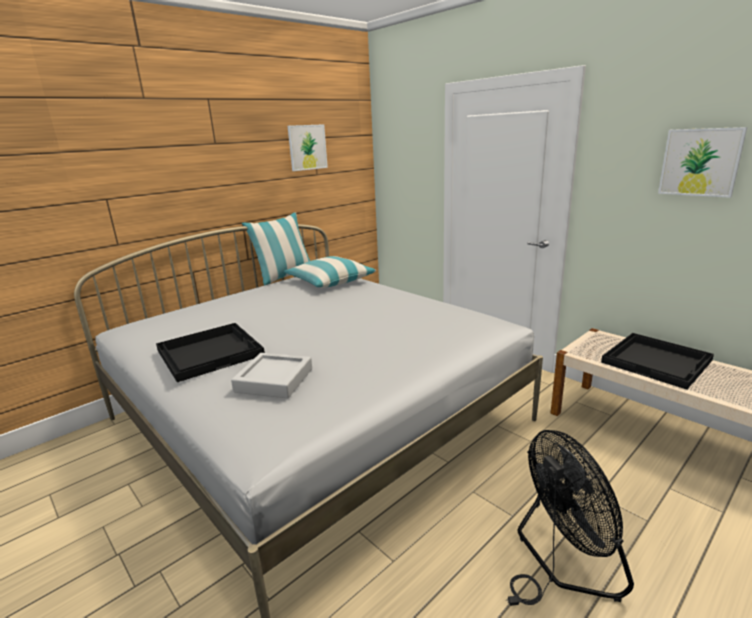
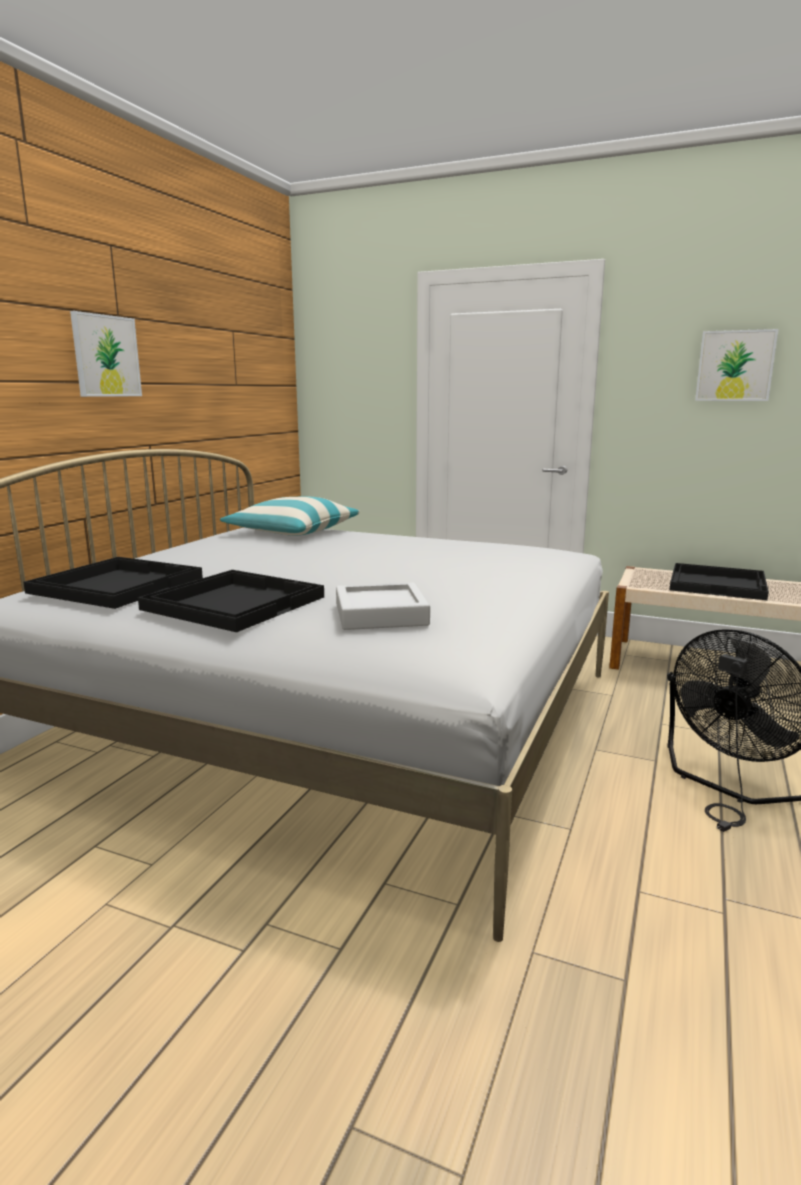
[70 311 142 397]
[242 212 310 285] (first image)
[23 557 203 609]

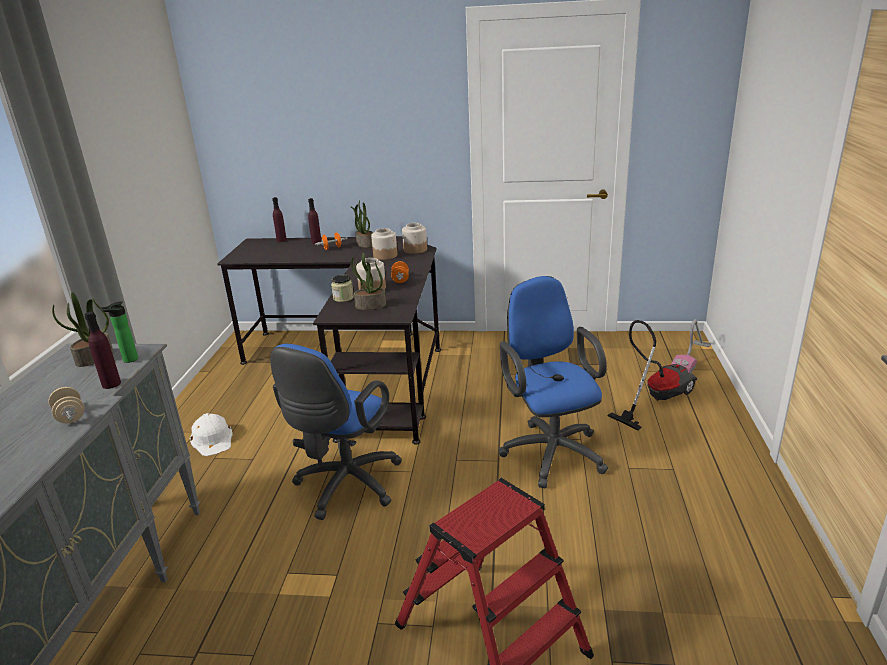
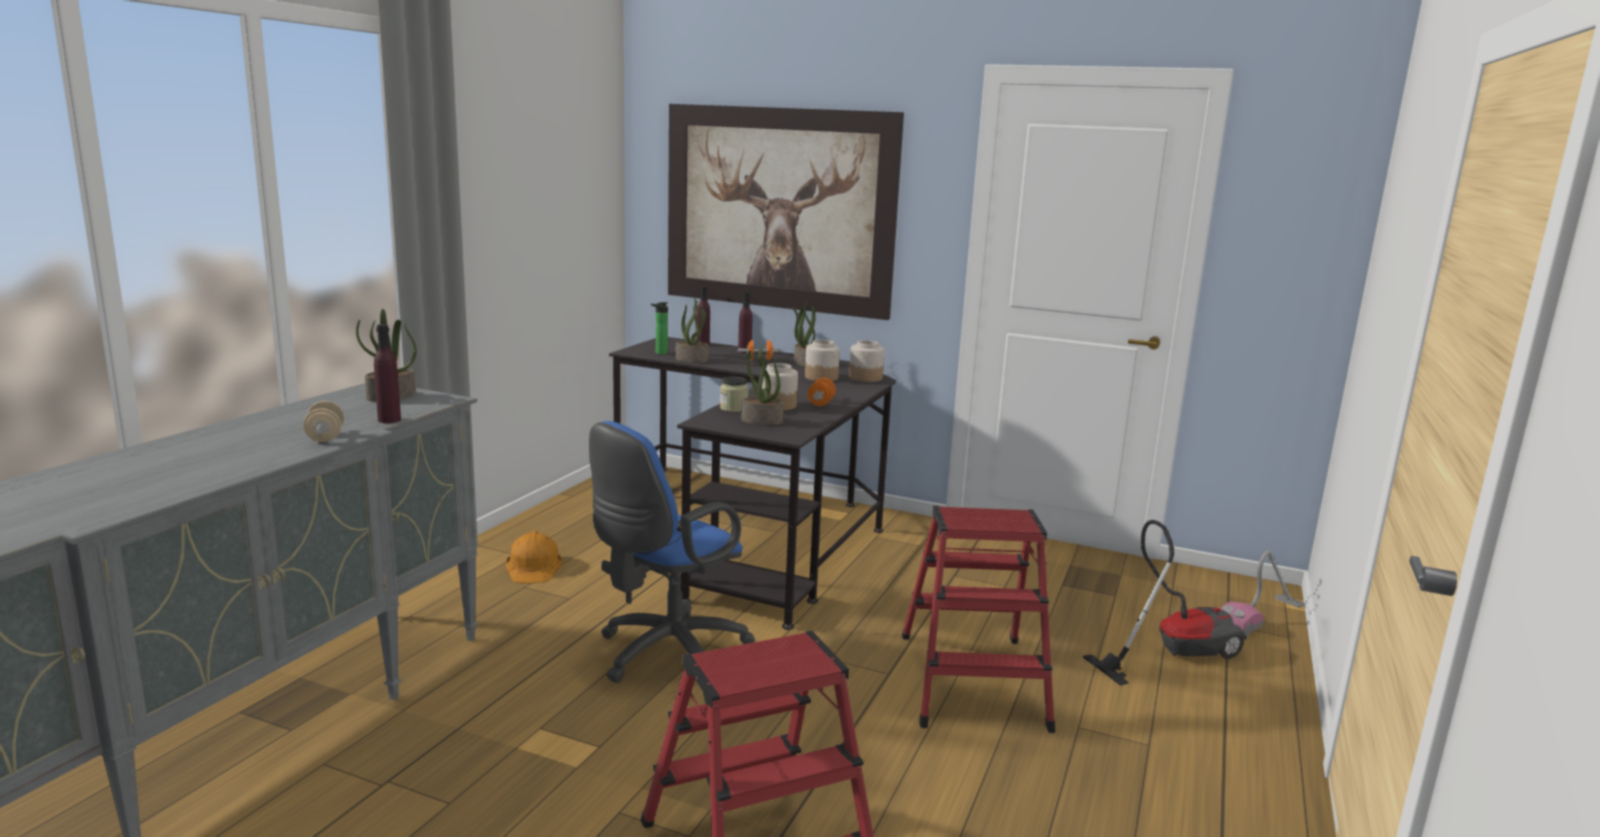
[902 506 1055 733]
[651 302 668 355]
[506 531 562 583]
[668 104 904 320]
[676 298 709 363]

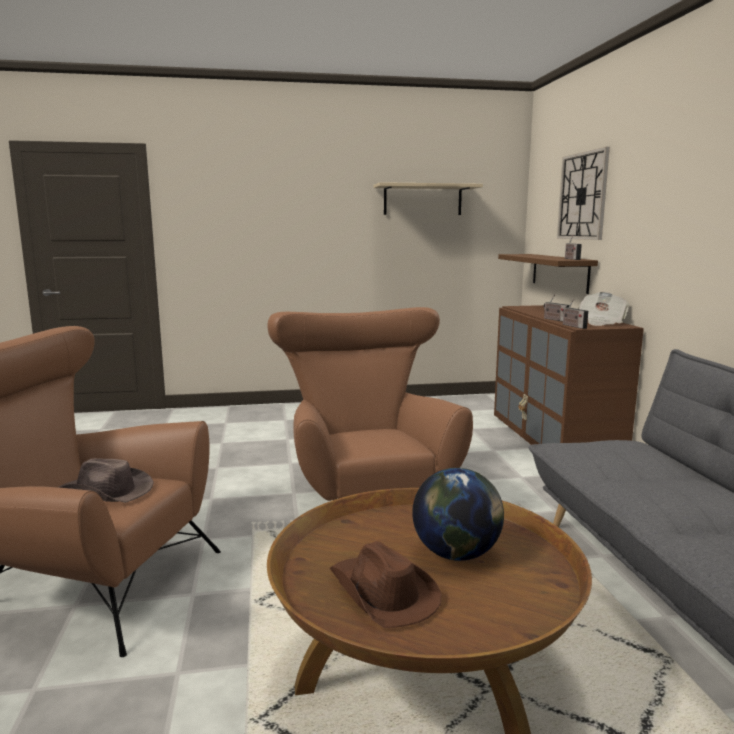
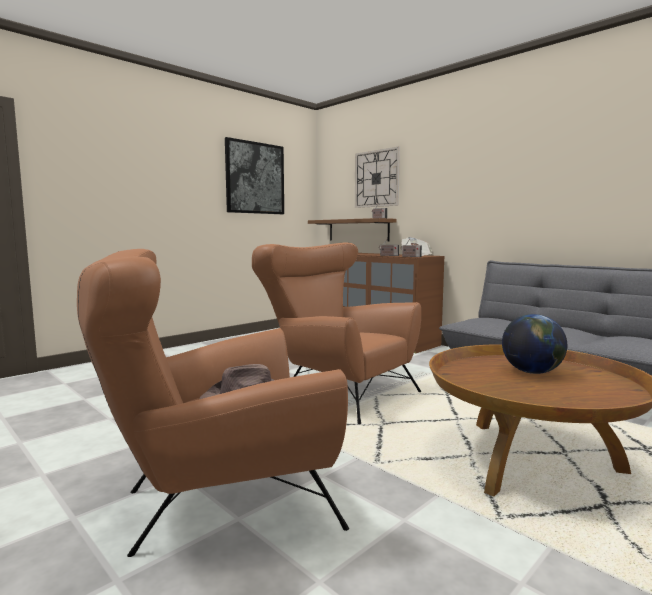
[225 137 284 214]
[330 541 441 628] (first image)

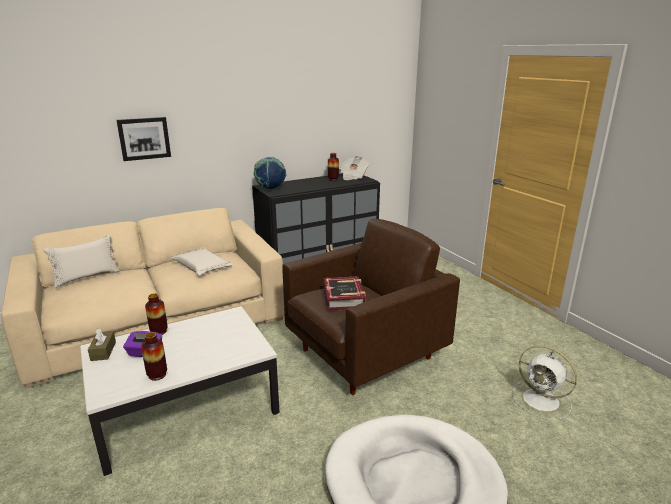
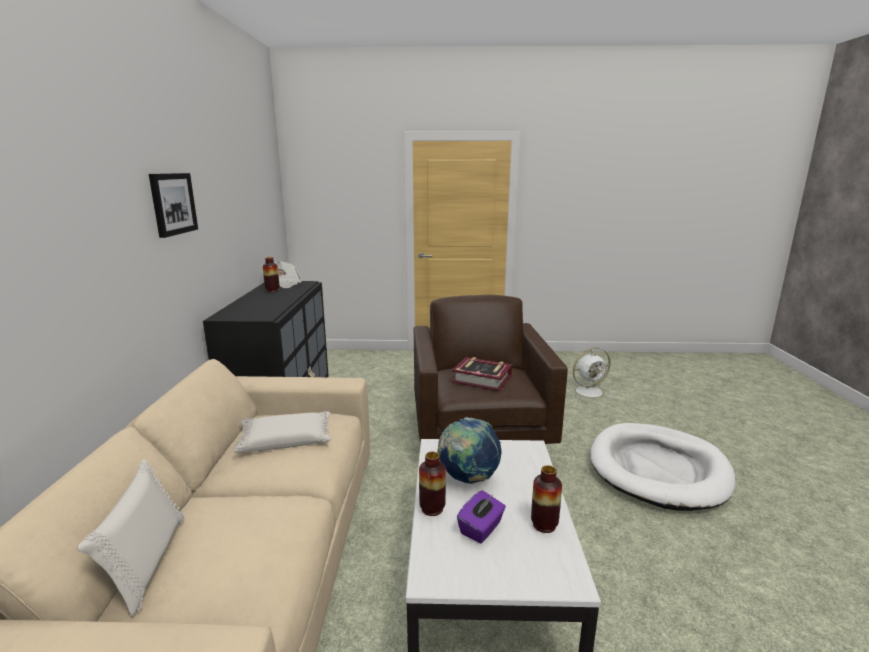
[149 173 198 238]
[437 417 502 484]
[88 329 116 361] (first image)

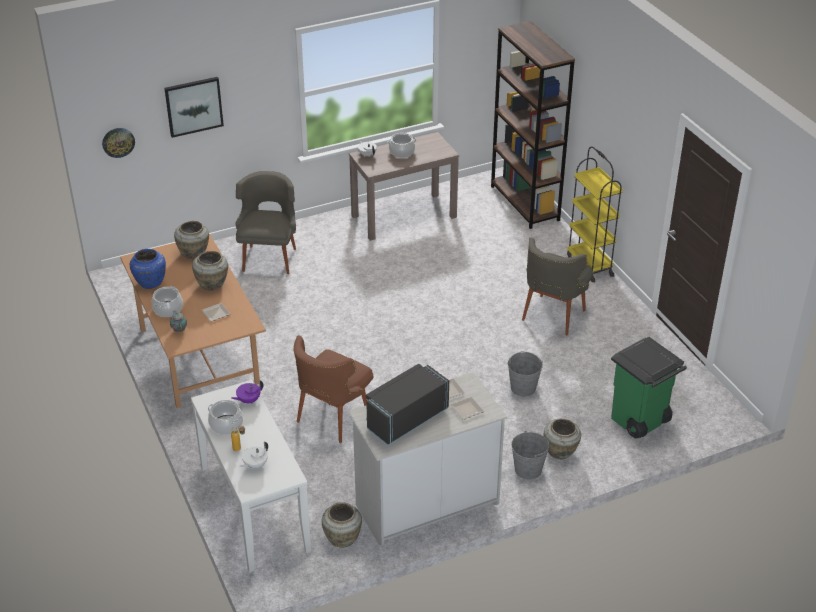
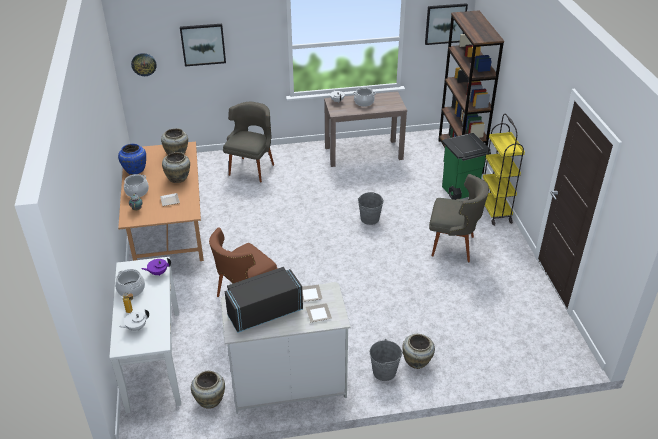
[429 174 489 262]
[442 133 491 200]
[358 192 384 225]
[425 3 468 45]

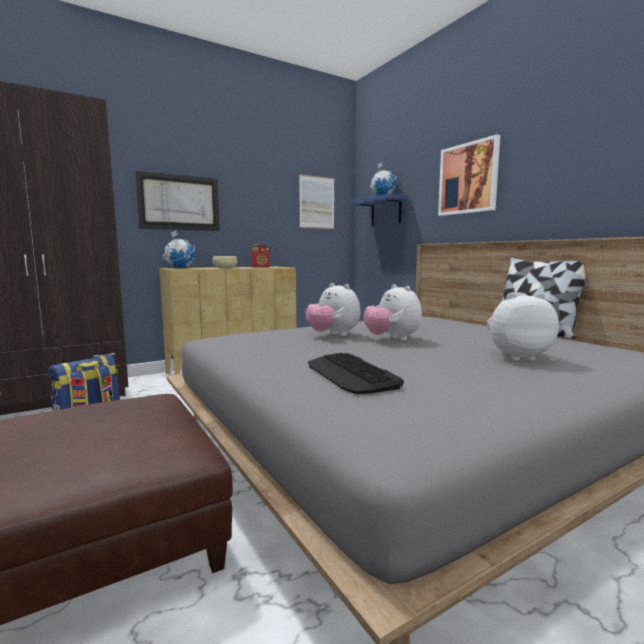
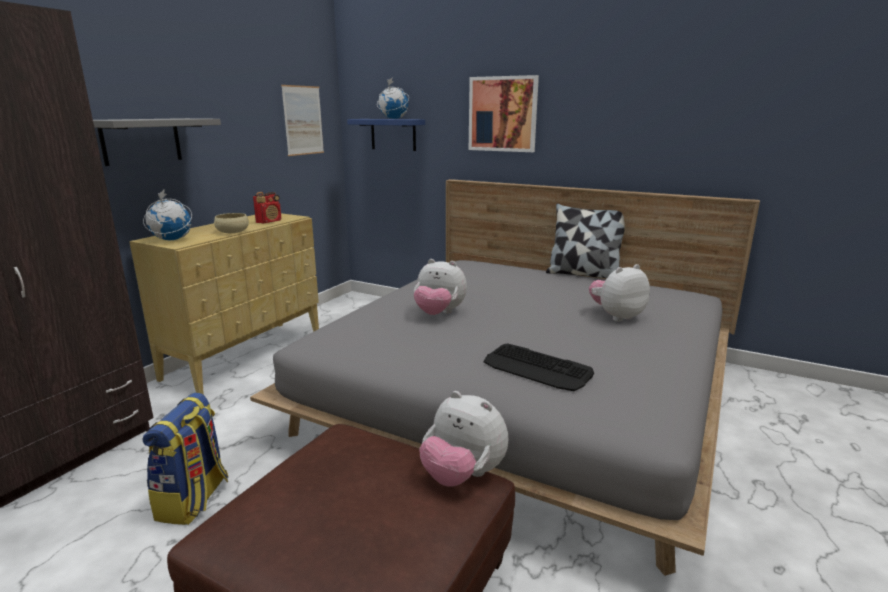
[93 118 221 166]
[420 391 508 487]

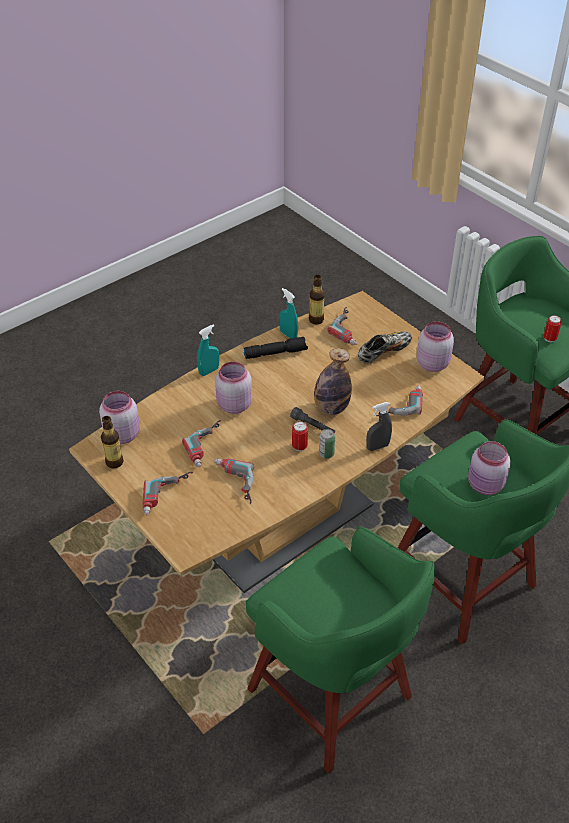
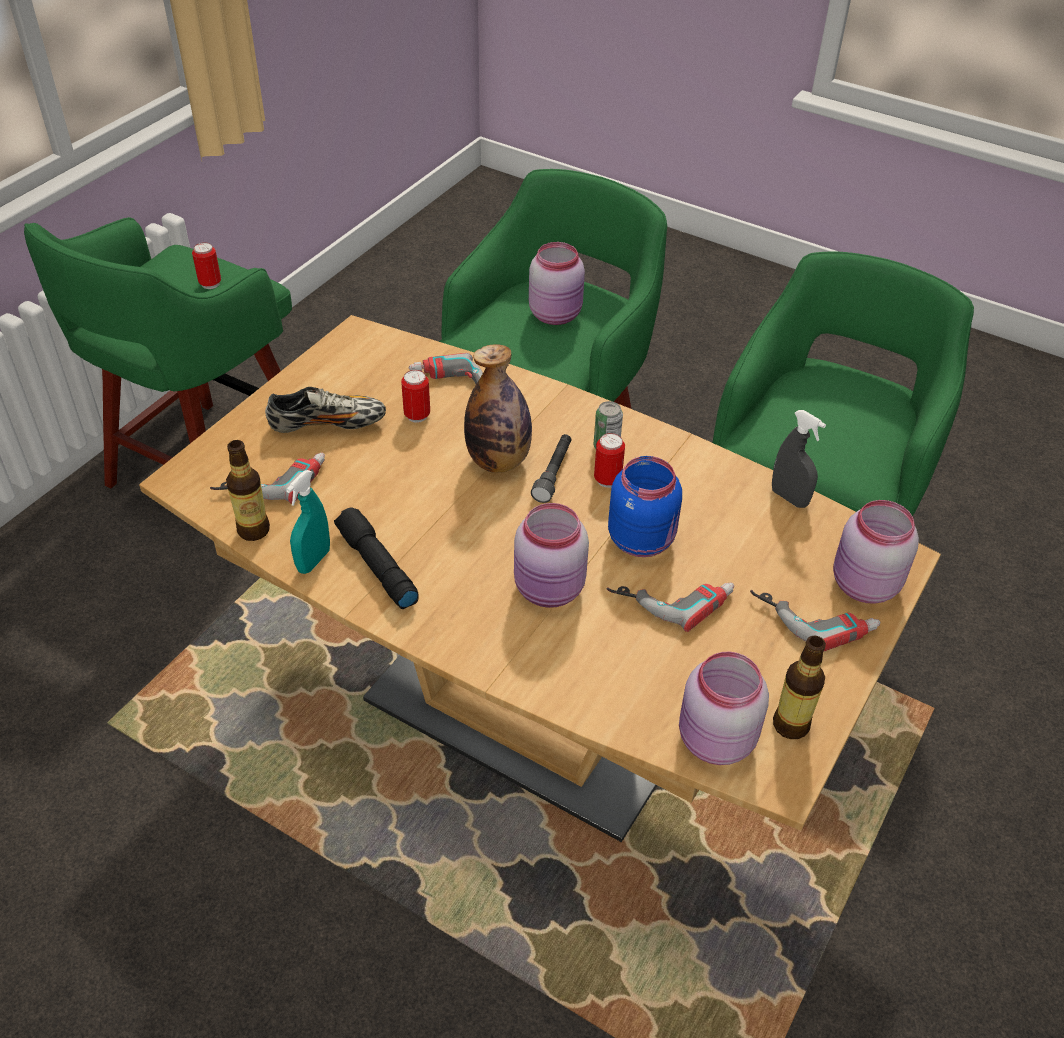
[833 500 919 604]
[197 324 219 376] (first image)
[265 387 386 433]
[772 410 826 508]
[214 458 254 504] (first image)
[401 370 430 423]
[608 456 682 557]

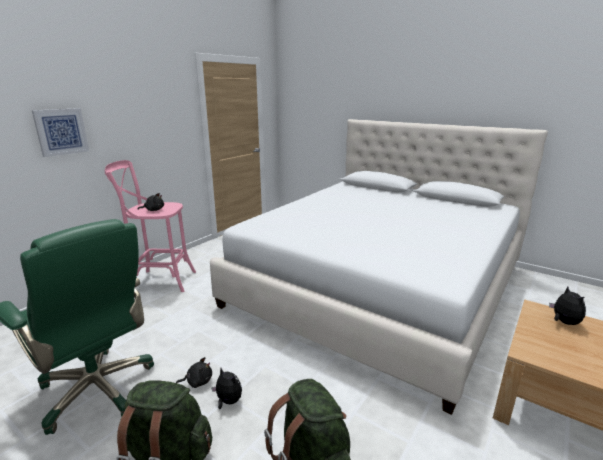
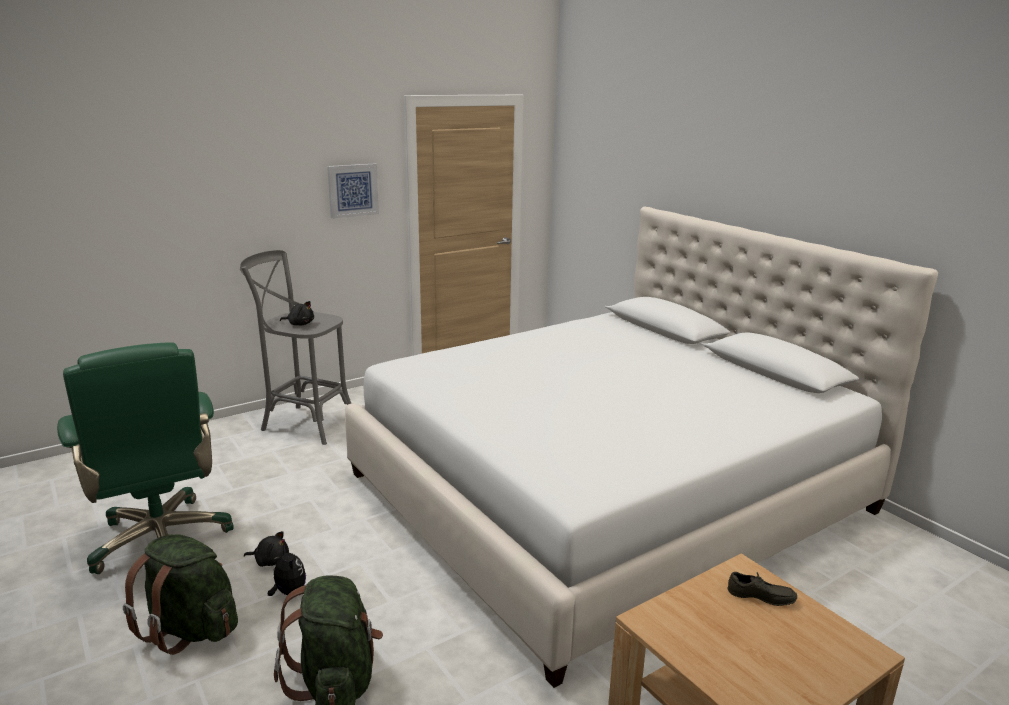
[327 163 379 219]
[240 250 352 445]
[728 572 797 606]

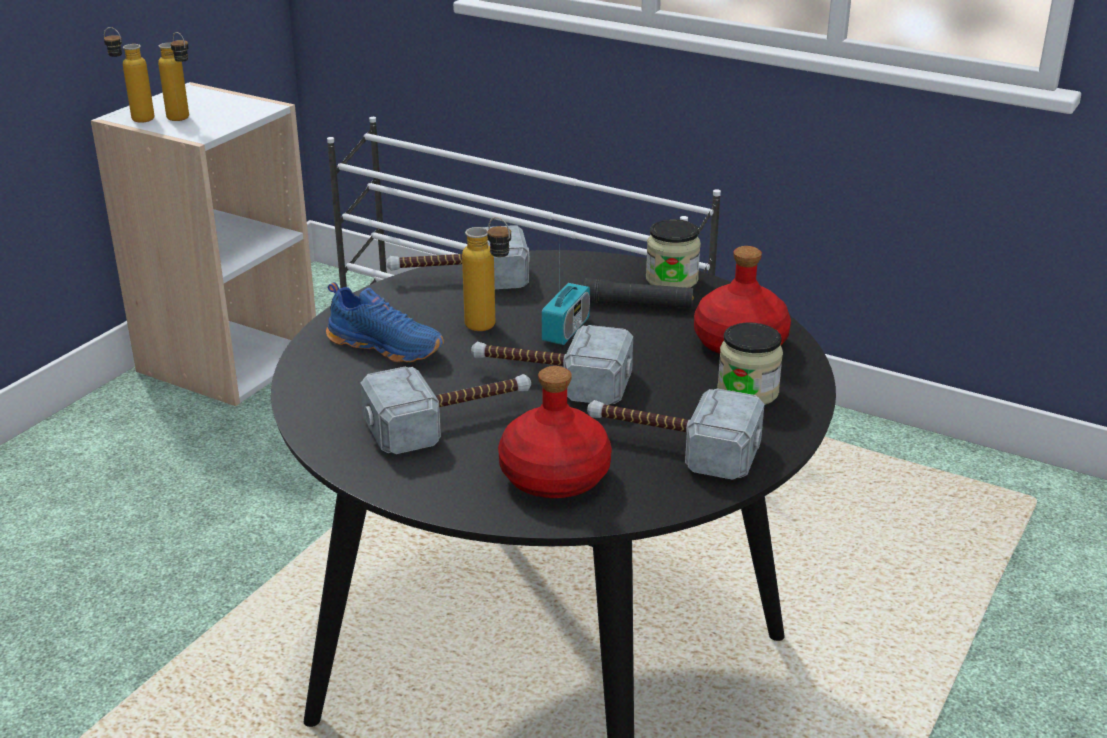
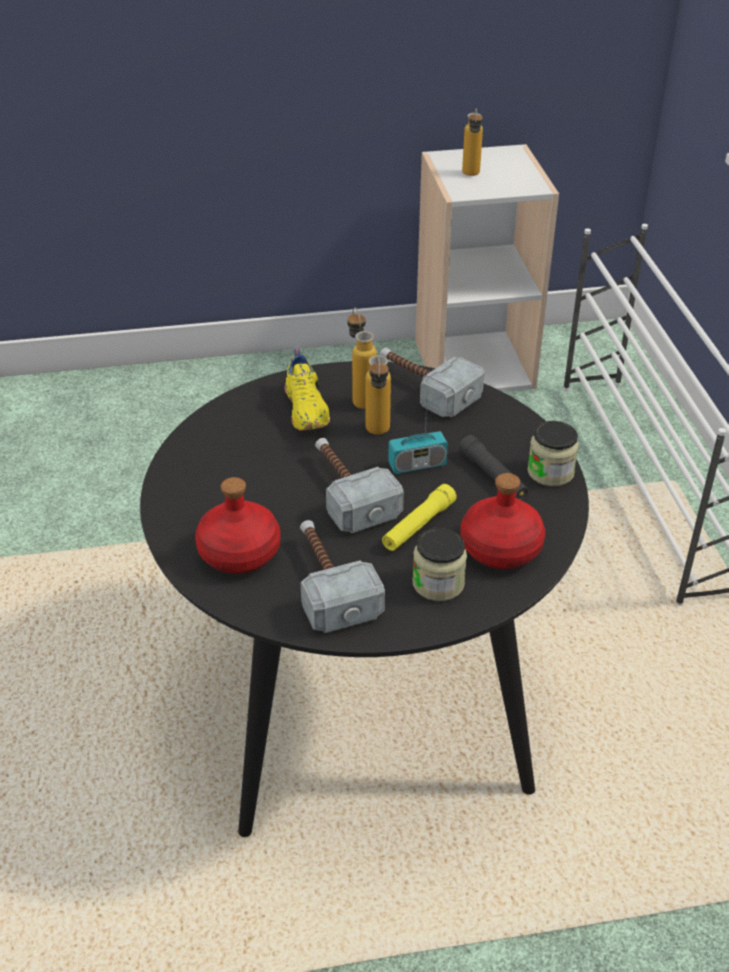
[347 308 377 409]
[285 348 330 431]
[360 367 531 454] (first image)
[382 484 457 551]

